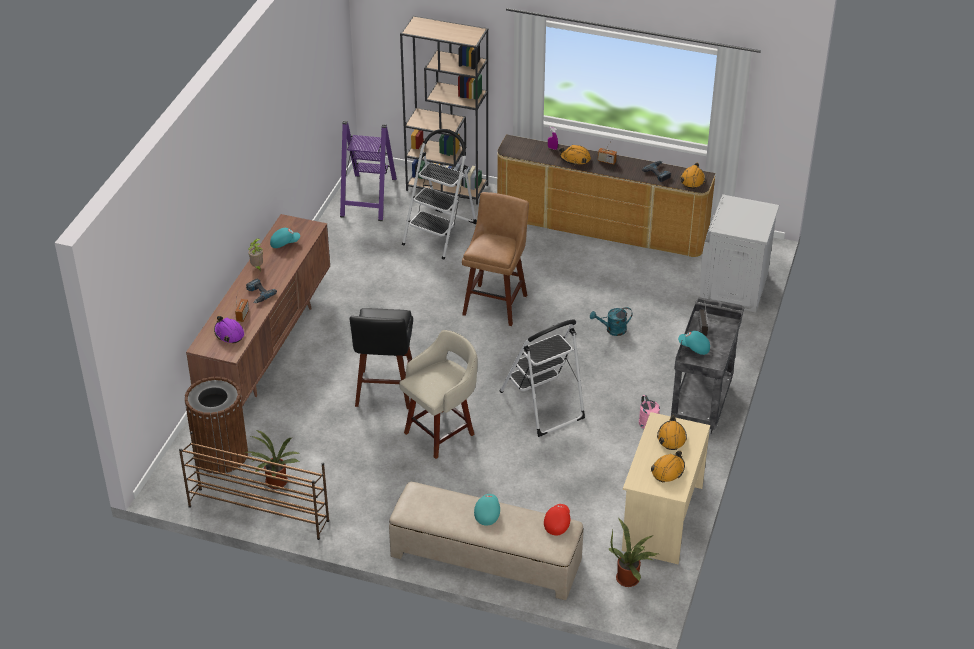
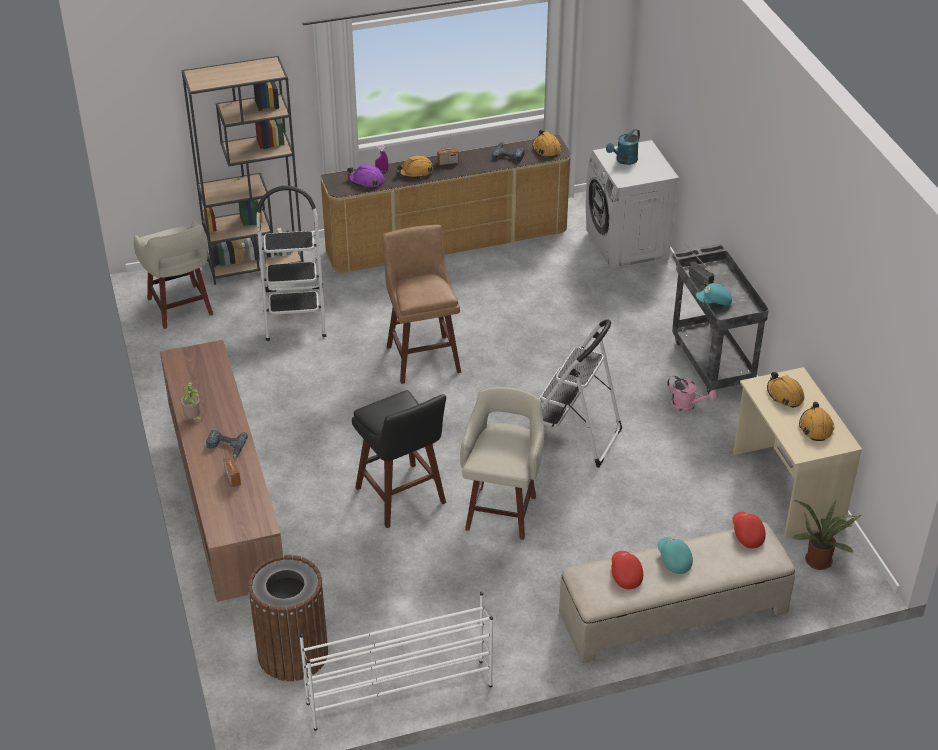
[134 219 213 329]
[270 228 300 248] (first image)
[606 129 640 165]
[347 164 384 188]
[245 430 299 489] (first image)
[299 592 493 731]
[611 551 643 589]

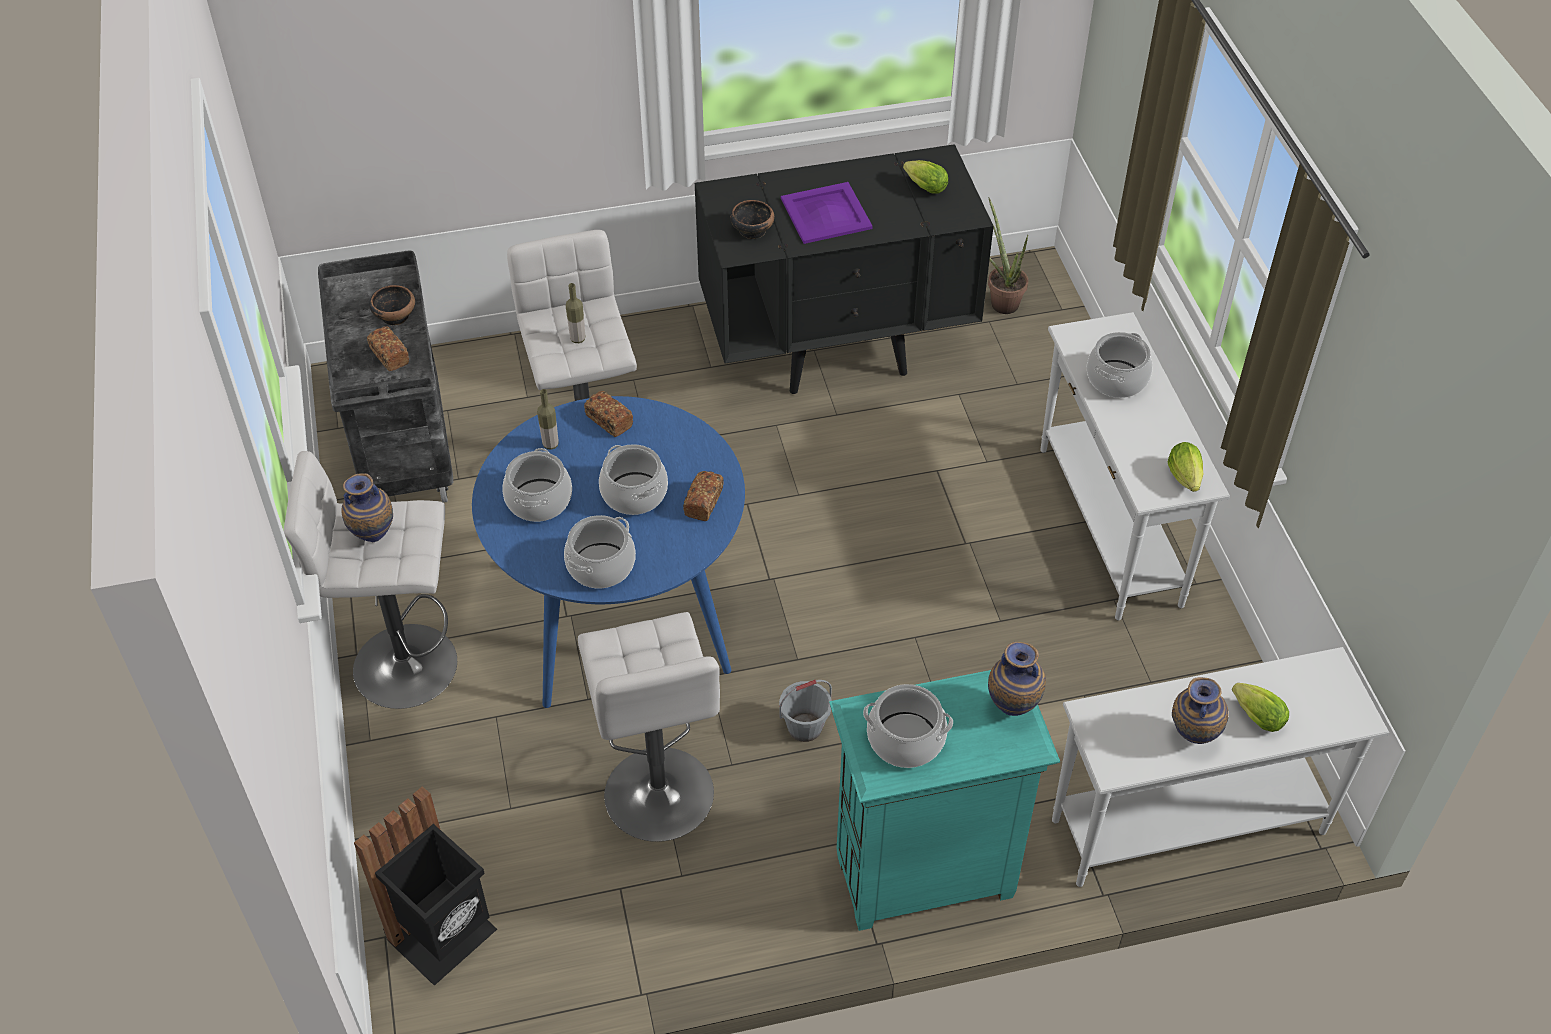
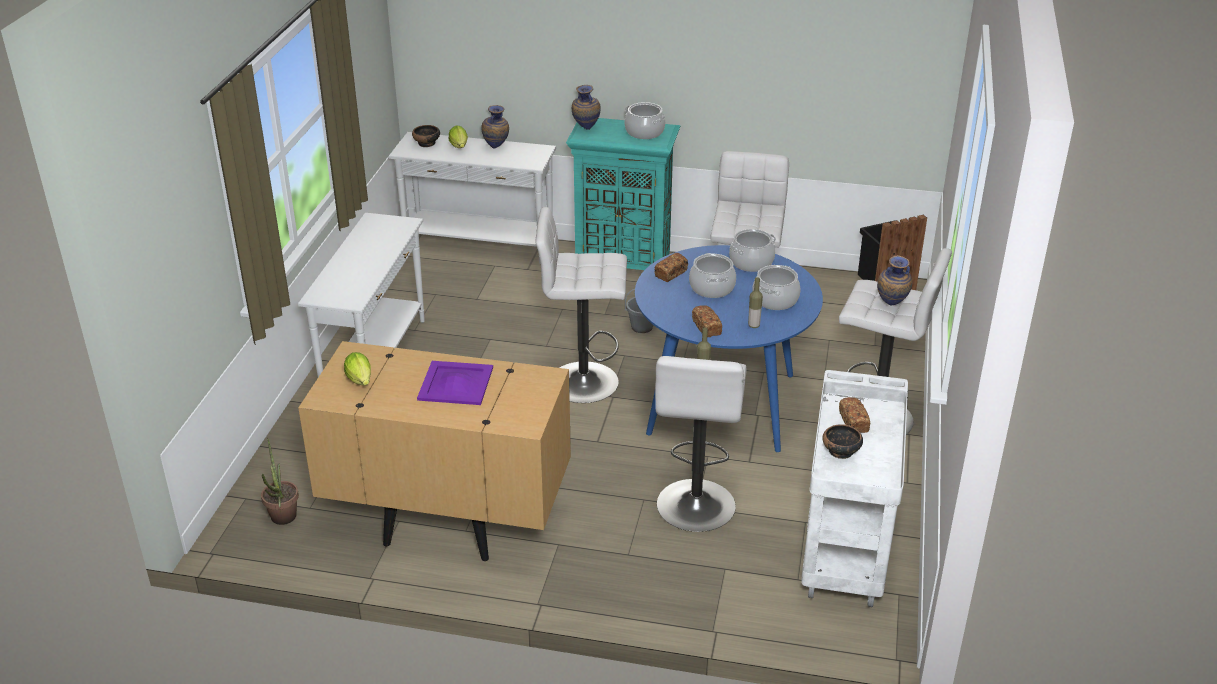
[298 341 571 561]
[412 125 440 147]
[801 370 908 607]
[1087 332 1153 398] (first image)
[1168 442 1204 492] (first image)
[535 207 627 403]

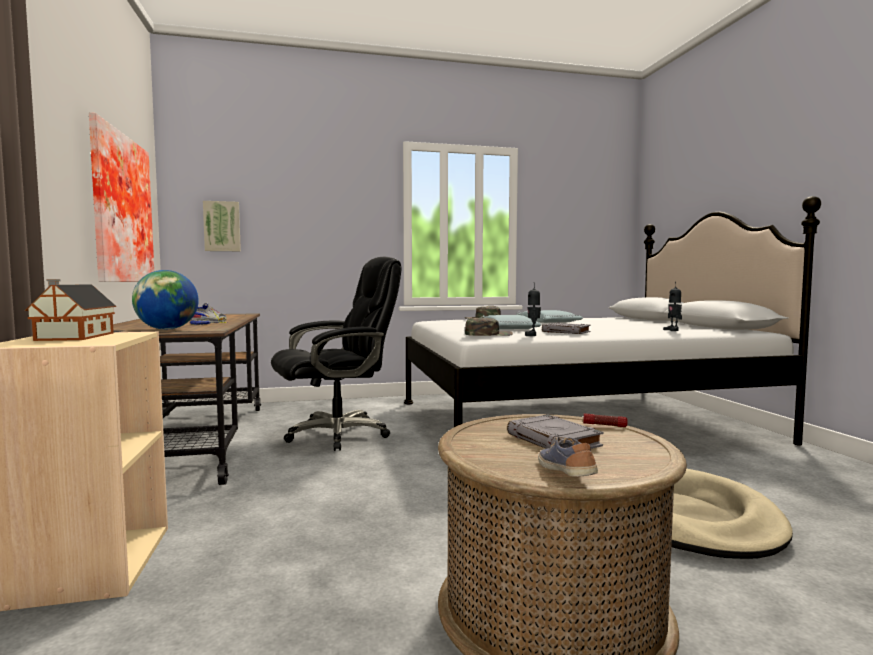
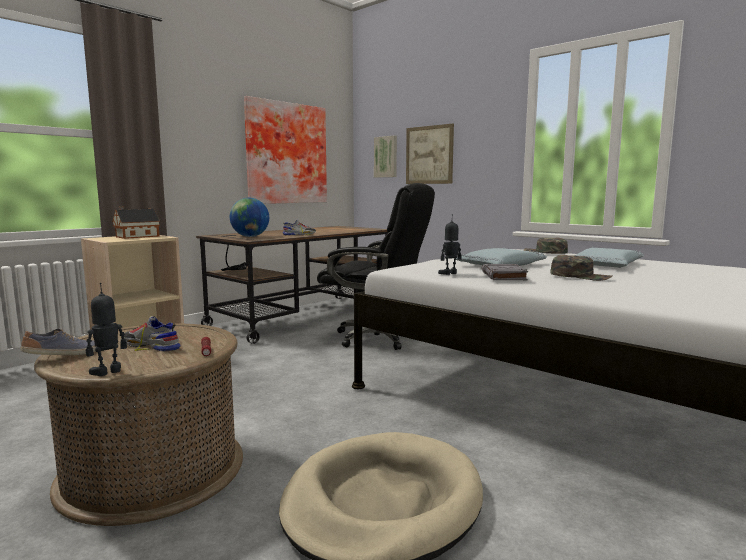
[86 283 127 376]
[550 255 612 281]
[124 316 181 352]
[406 123 454 184]

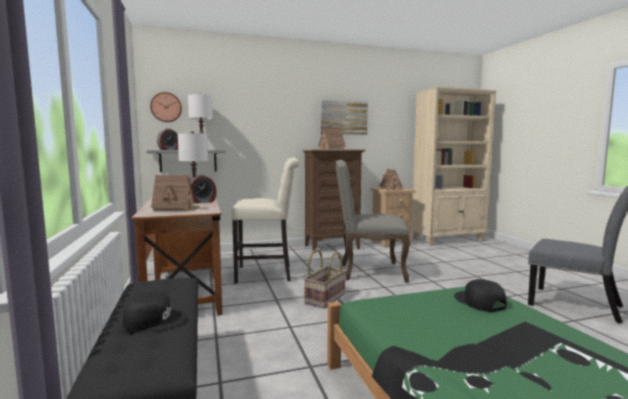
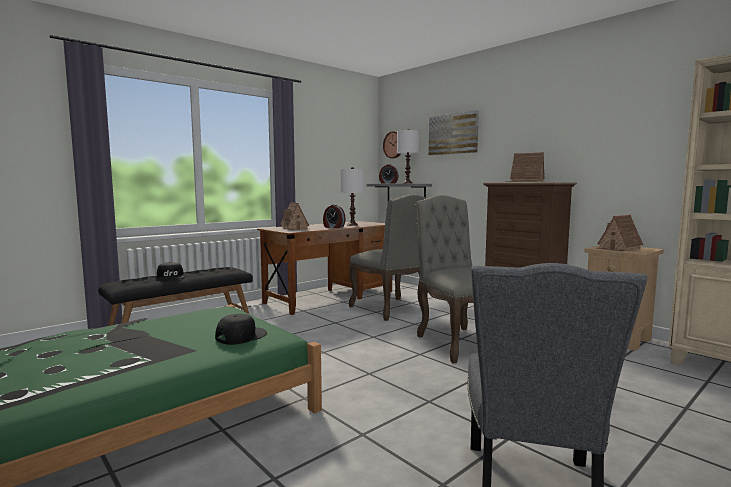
[429 110 479 155]
[349 194 426 321]
[304 249 346 309] (first image)

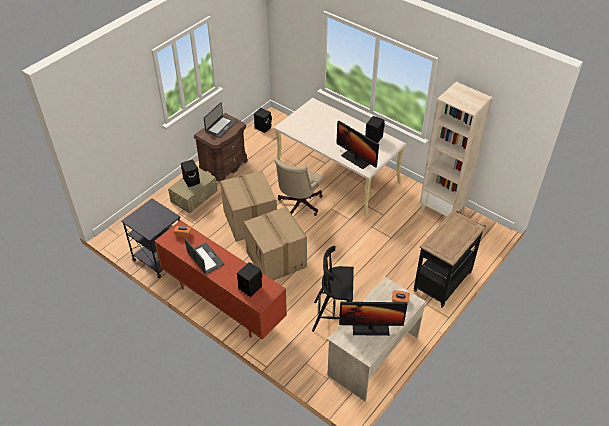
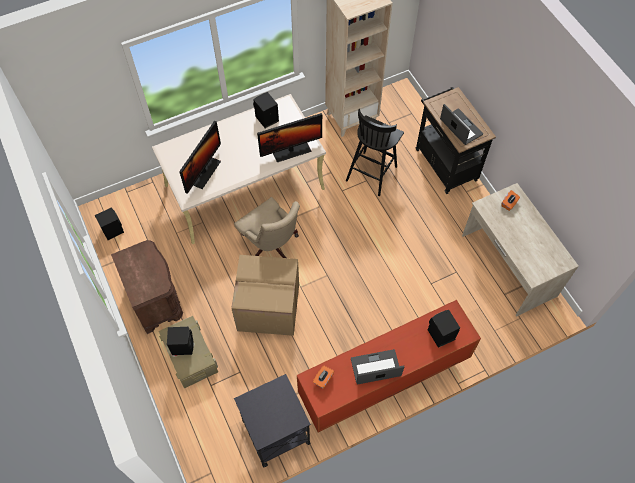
[440 104 483 145]
[244 206 307 281] (first image)
[346 108 404 196]
[179 120 221 194]

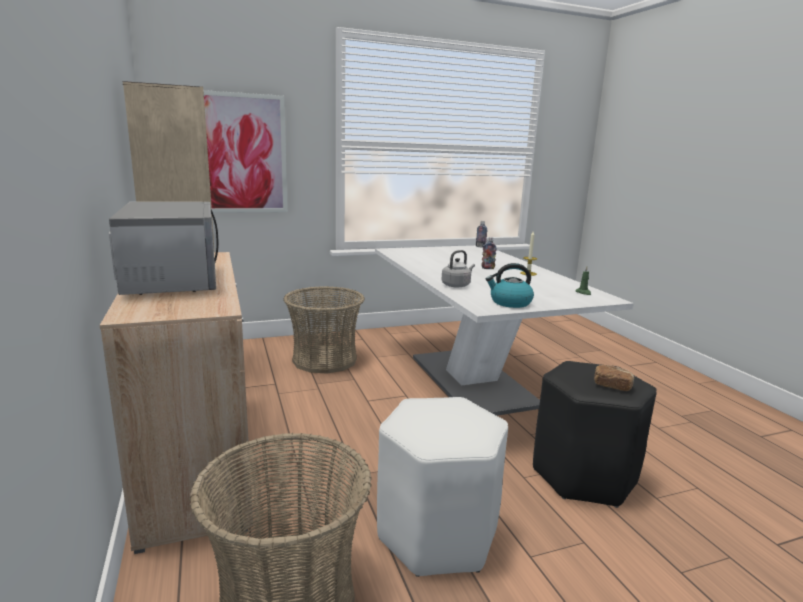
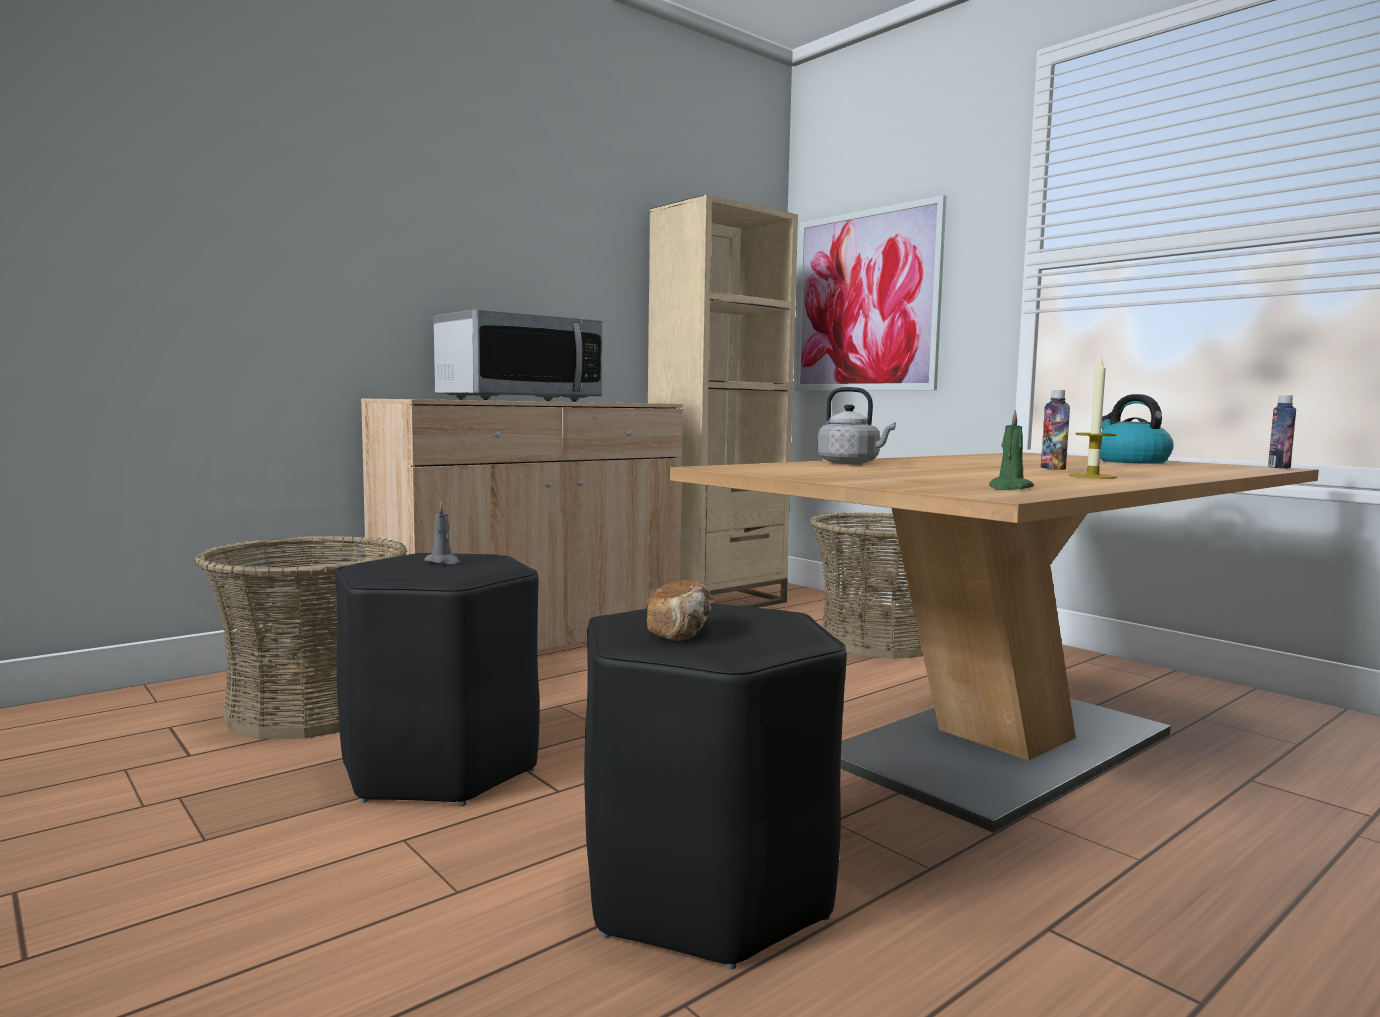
[669 452 1319 832]
[1100 394 1174 464]
[335 553 540 806]
[424 501 460 564]

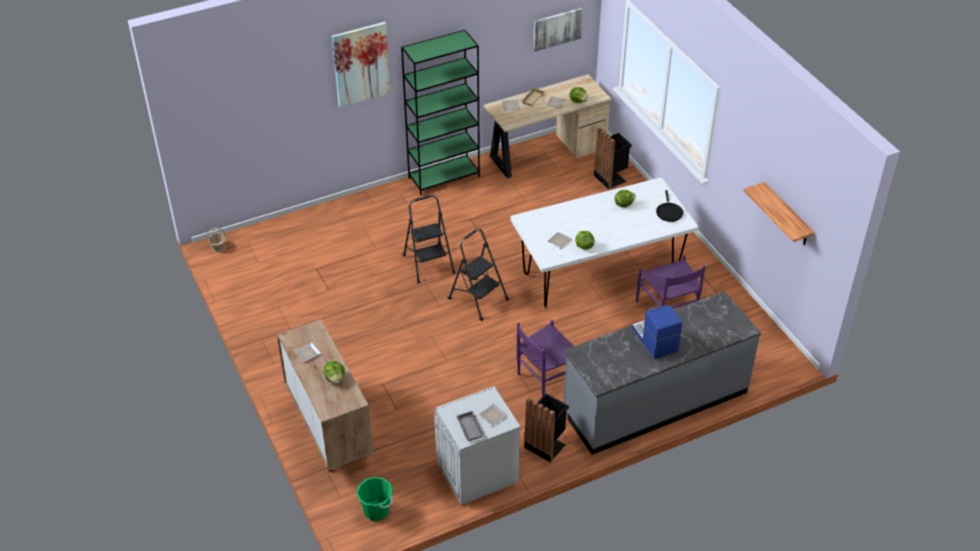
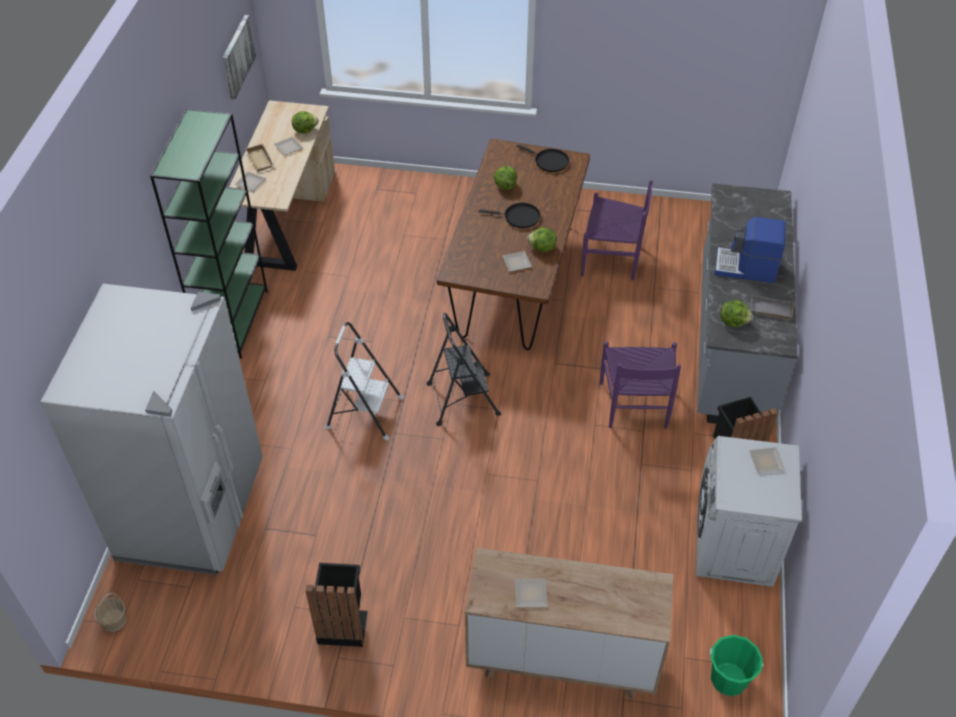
[332 22 391 107] (first image)
[305 563 368 647]
[437 139 590 350]
[744 182 815 245] (first image)
[325 322 404 440]
[720 300 753 327]
[750 295 794 319]
[479 203 541 228]
[41 284 263 575]

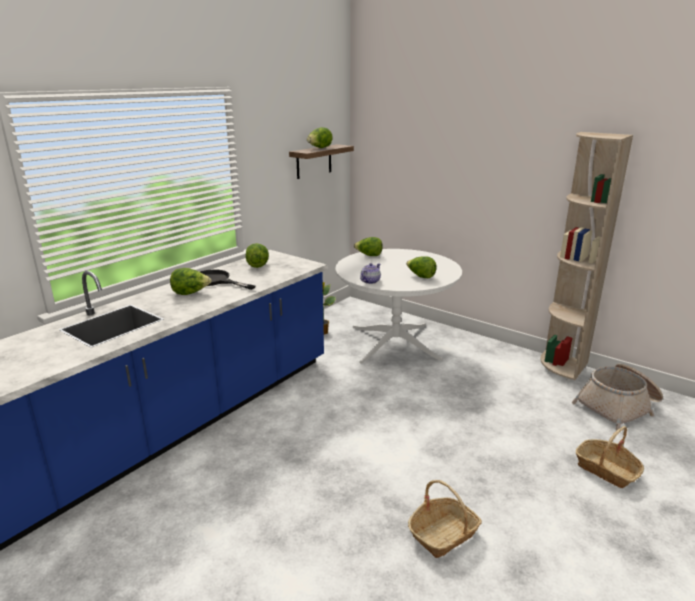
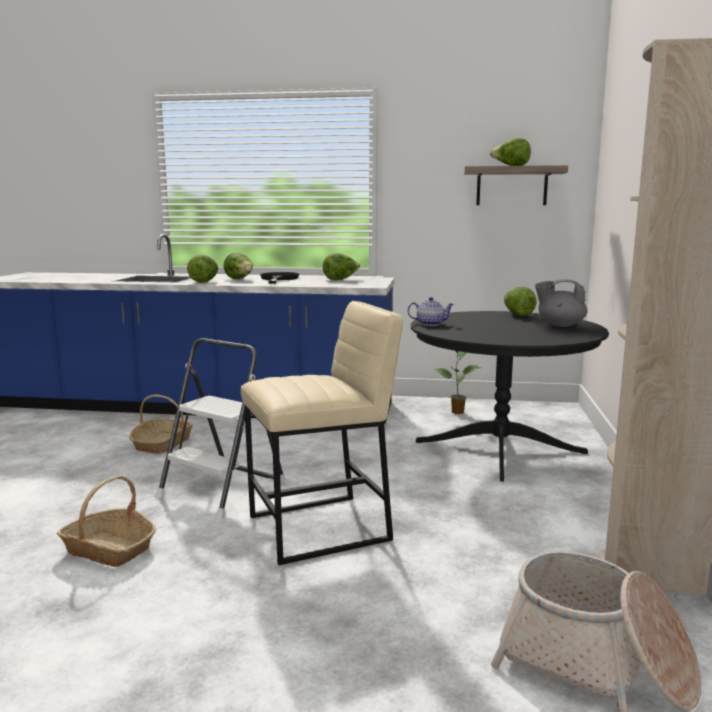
[411 311 609 481]
[187 254 218 283]
[129 394 193 454]
[535 279 588 327]
[241 301 403 565]
[154 338 286 519]

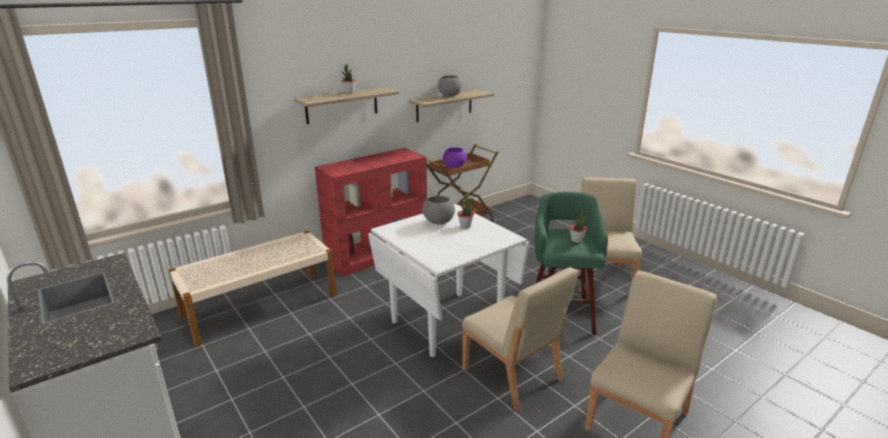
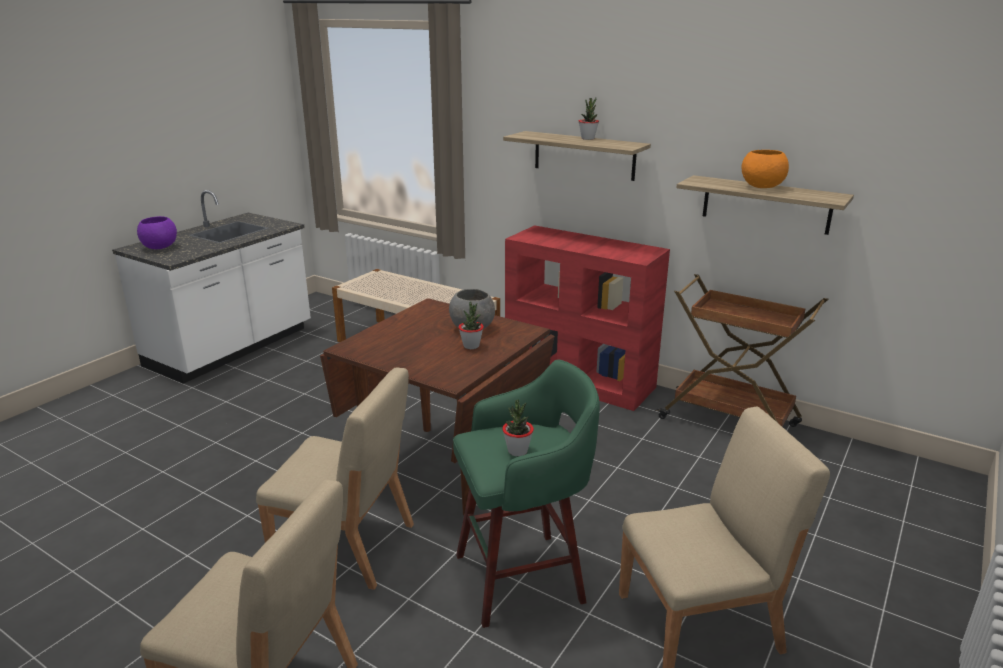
[742 150 789 188]
[137 216 177 249]
[320 298 554 515]
[256 368 414 590]

